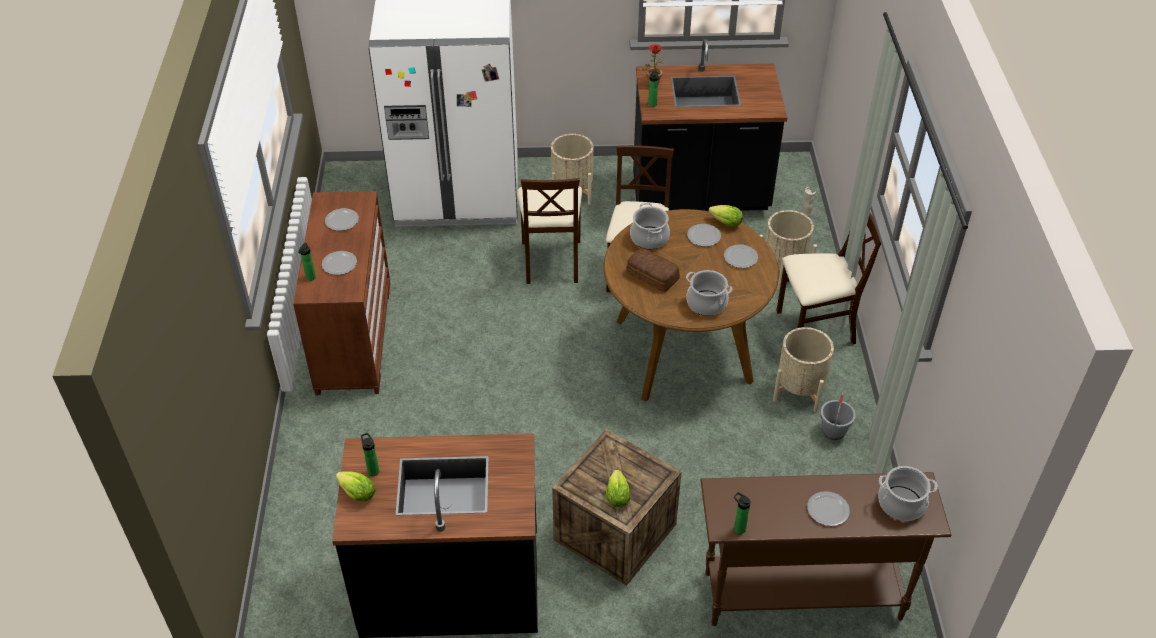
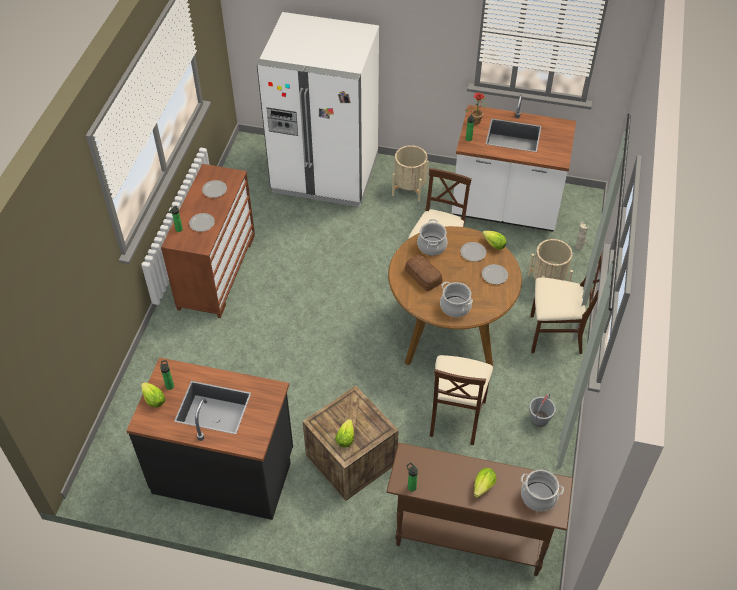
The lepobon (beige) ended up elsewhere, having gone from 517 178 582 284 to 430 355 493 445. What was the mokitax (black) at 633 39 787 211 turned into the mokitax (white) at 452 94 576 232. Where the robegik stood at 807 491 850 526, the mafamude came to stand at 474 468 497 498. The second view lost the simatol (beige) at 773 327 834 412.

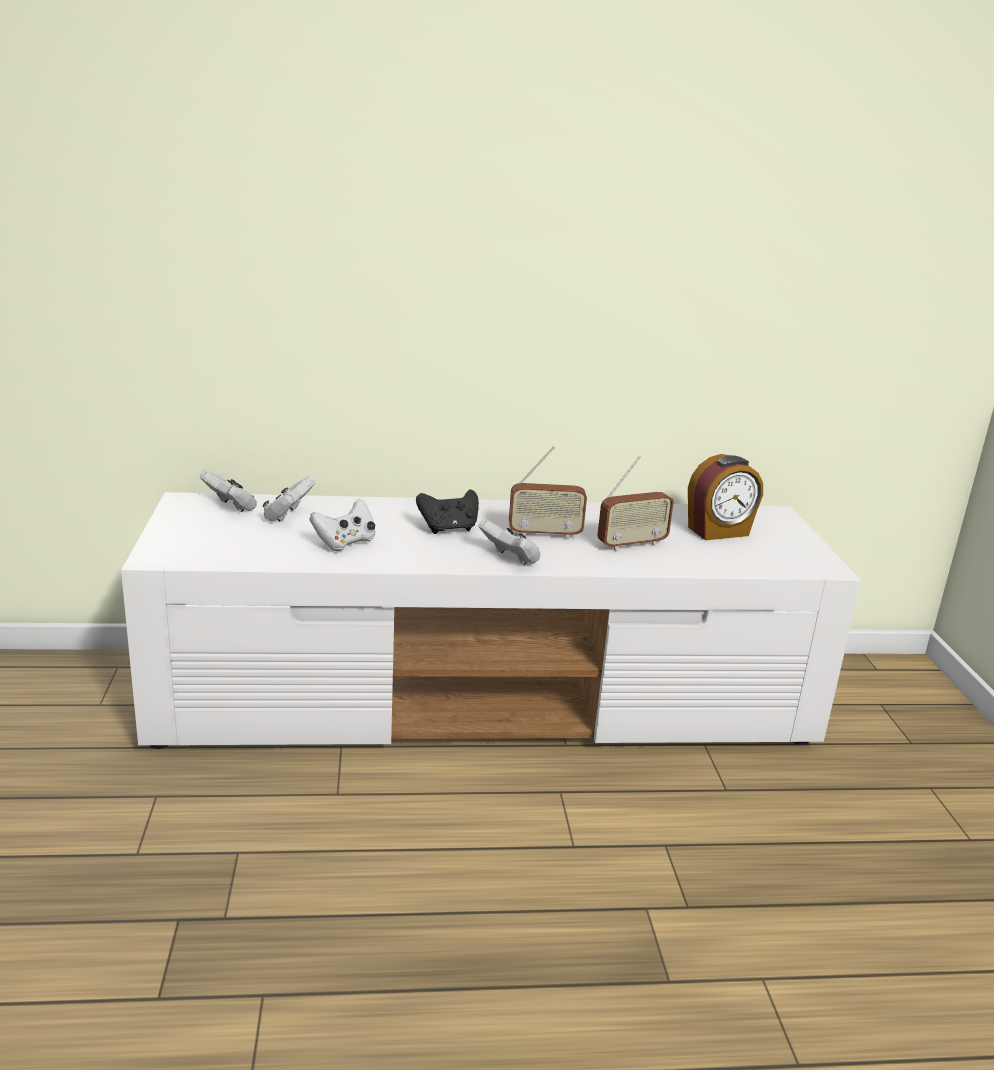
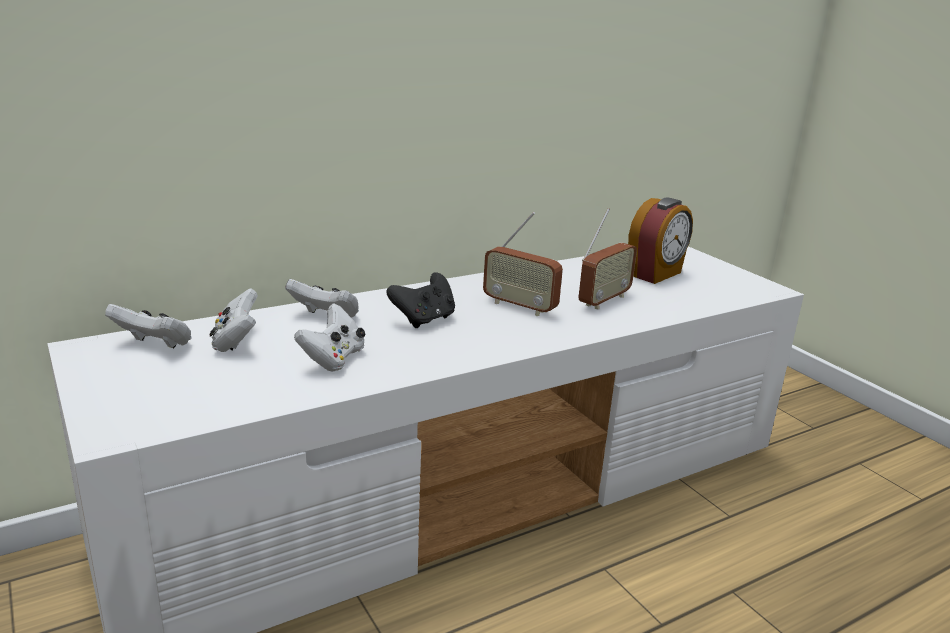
The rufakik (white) ended up elsewhere, having gone from 478 518 541 565 to 285 279 359 318. The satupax at 509 446 587 540 ended up facing another way, 60 degrees clockwise from before.

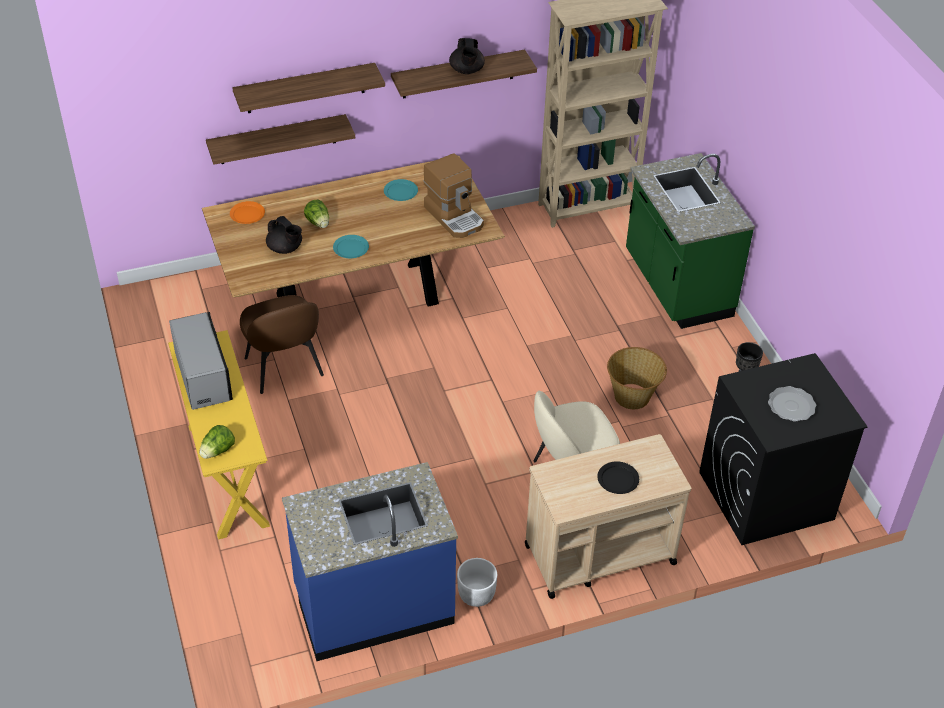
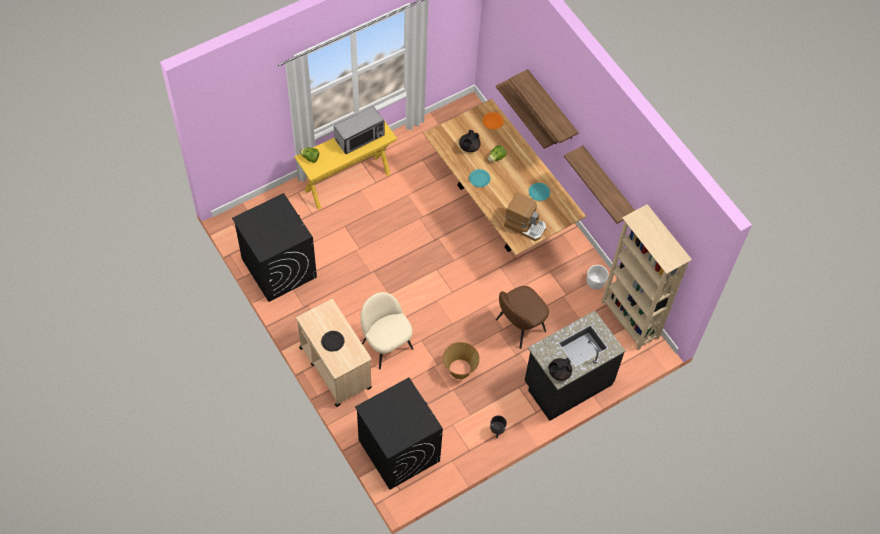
Where the mokitax (blue) stood at 282 462 458 661, the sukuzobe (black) came to stand at 232 193 317 302. The lepobon (brown) ended up elsewhere, having gone from 240 295 324 394 to 496 286 549 349. The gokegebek at 423 153 484 238 ended up facing another way, 105 degrees counterclockwise from before. What was the mokitax (green) at 626 153 755 329 turned into the mokitax (black) at 525 311 625 421. The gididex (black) ended up elsewhere, having gone from 449 38 485 74 to 548 358 572 381. The simatol (white) ended up elsewhere, having gone from 457 558 497 607 to 587 265 609 290. The second view lost the robegik at 768 386 816 422.

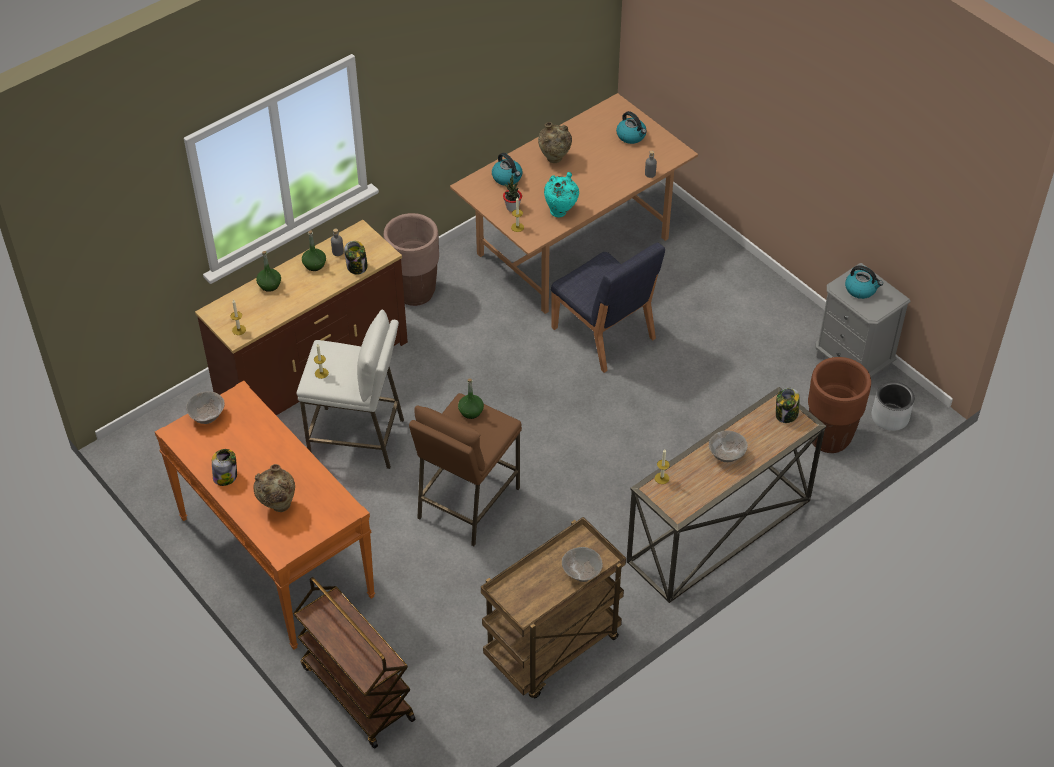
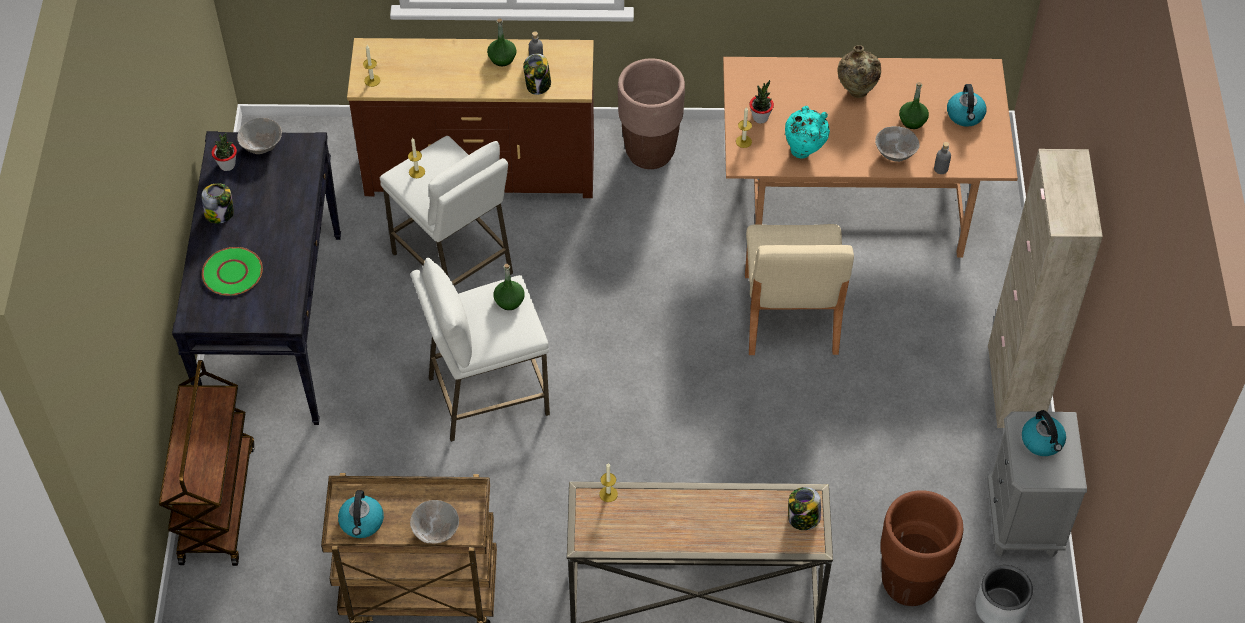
What was the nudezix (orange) at 155 381 375 650 turned into the nudezix (black) at 172 131 341 425. Where the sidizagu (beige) stood at 253 464 295 512, the robegik (green) came to stand at 202 247 263 296. The second view gained the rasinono at 212 133 237 171. The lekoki ended up elsewhere, having gone from 492 153 522 186 to 338 490 384 538. What was the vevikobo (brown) at 409 393 522 547 turned into the vevikobo (white) at 411 258 550 442. What was the lepobon (blue) at 551 243 665 373 turned into the lepobon (beige) at 745 224 854 355. The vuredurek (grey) ended up elsewhere, having gone from 709 430 748 462 to 875 126 920 162. The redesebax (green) ended up elsewhere, having gone from 256 251 281 292 to 899 82 929 129. The second view gained the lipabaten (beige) at 988 149 1103 428.

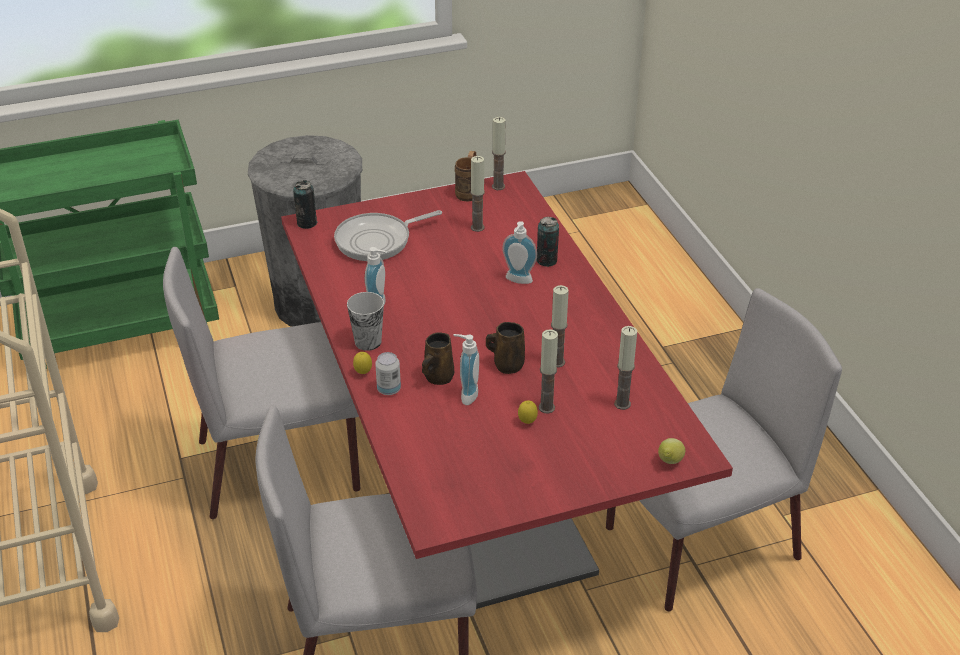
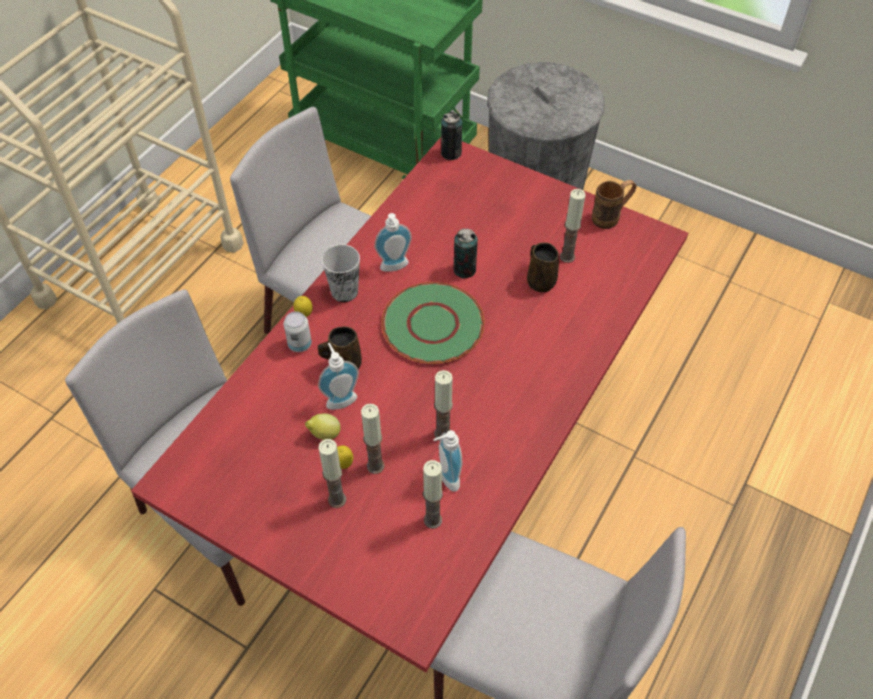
The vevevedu ended up elsewhere, having gone from 658 438 685 464 to 305 413 341 440. The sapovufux ended up elsewhere, having gone from 492 117 506 190 to 318 439 346 508. The second view gained the robegik (green) at 382 282 484 364. The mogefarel ended up elsewhere, having gone from 502 221 537 284 to 433 430 462 492. The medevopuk ended up elsewhere, having gone from 536 217 559 267 to 453 228 478 278. The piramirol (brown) ended up elsewhere, having gone from 486 322 525 374 to 527 243 559 292. The second view lost the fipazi at 334 210 442 261.

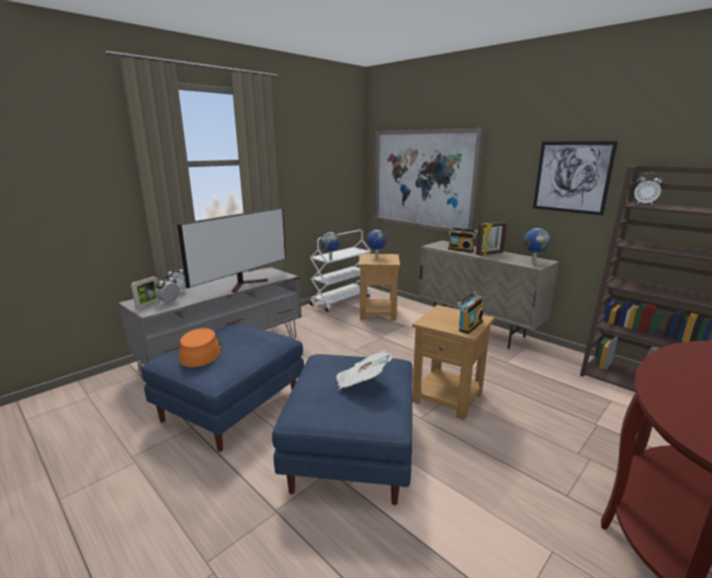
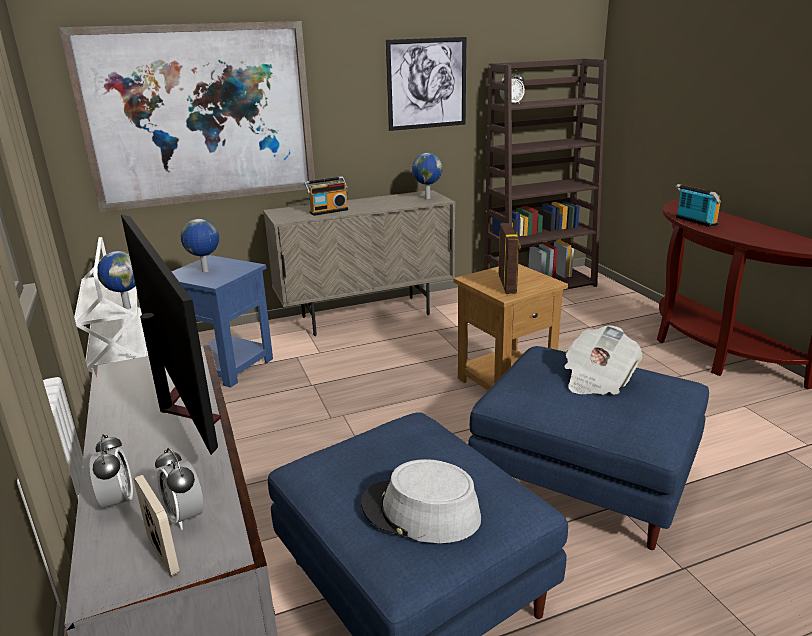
What was the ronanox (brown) at 358 254 400 321 turned into the ronanox (blue) at 171 255 273 388. What was the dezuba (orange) at 179 328 223 367 turned into the dezuba (grey) at 361 459 481 543. The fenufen ended up elsewhere, having gone from 476 222 507 256 to 498 223 521 294. The satupax ended up elsewhere, having gone from 457 291 484 334 to 676 184 721 227.

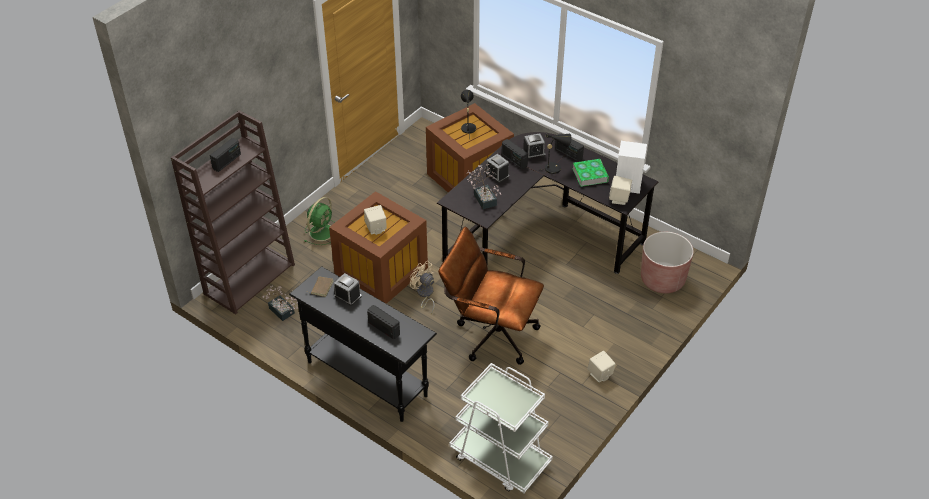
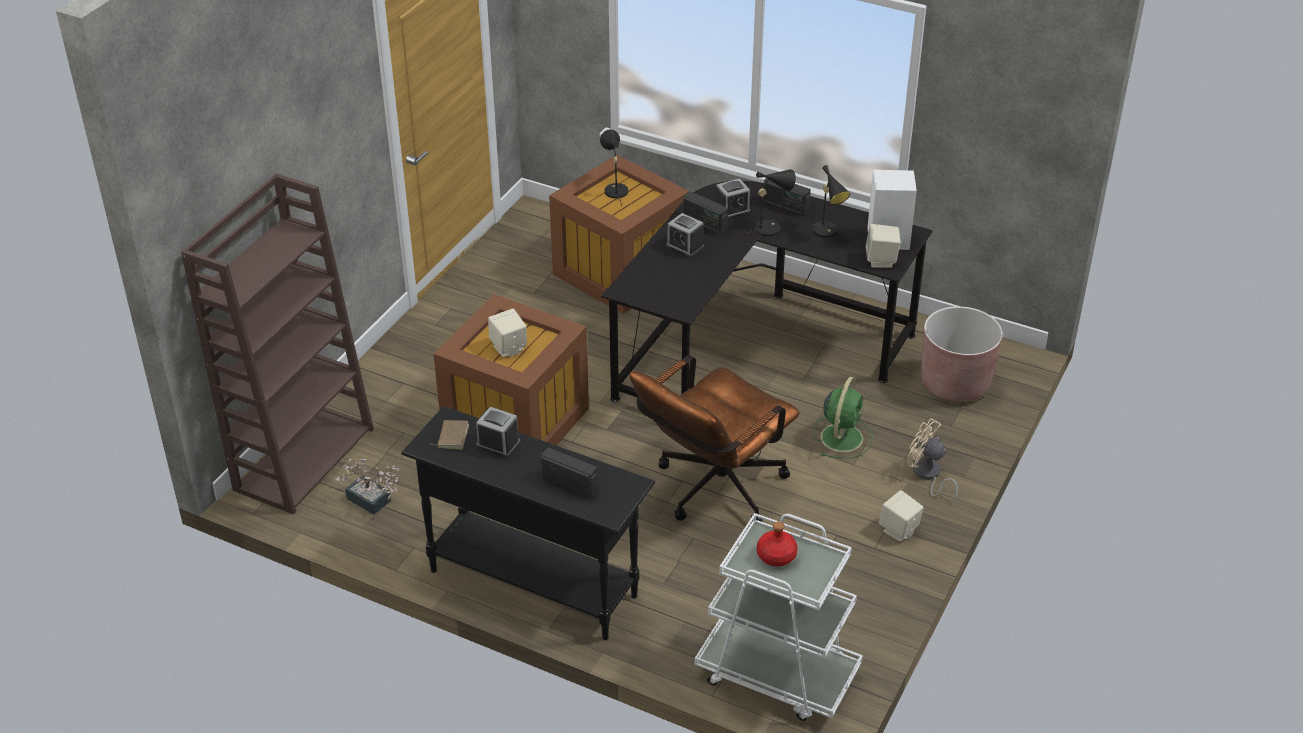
The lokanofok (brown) at 438 227 544 365 ended up facing another way, 60 degrees counterclockwise from before. The second view gained the redesebax (red) at 757 521 798 567. Where the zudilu stood at 572 159 609 187, the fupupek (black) came to stand at 812 165 850 238. The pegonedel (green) ended up elsewhere, having gone from 305 197 334 245 to 813 377 873 458. The pegonedel (beige) ended up elsewhere, having gone from 410 261 435 314 to 907 418 958 504. The second view lost the satupax at 210 138 241 172. The second view lost the rasinono at 467 164 501 209.

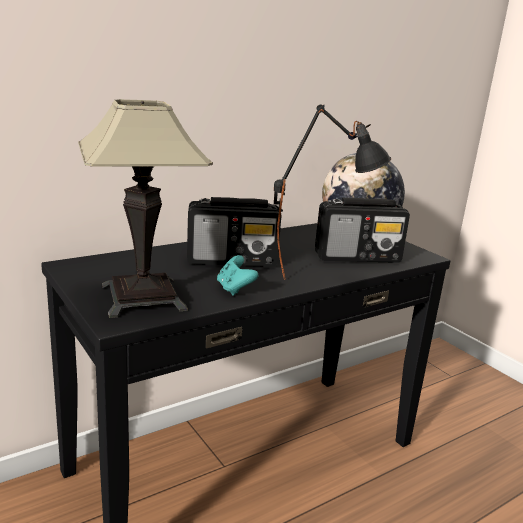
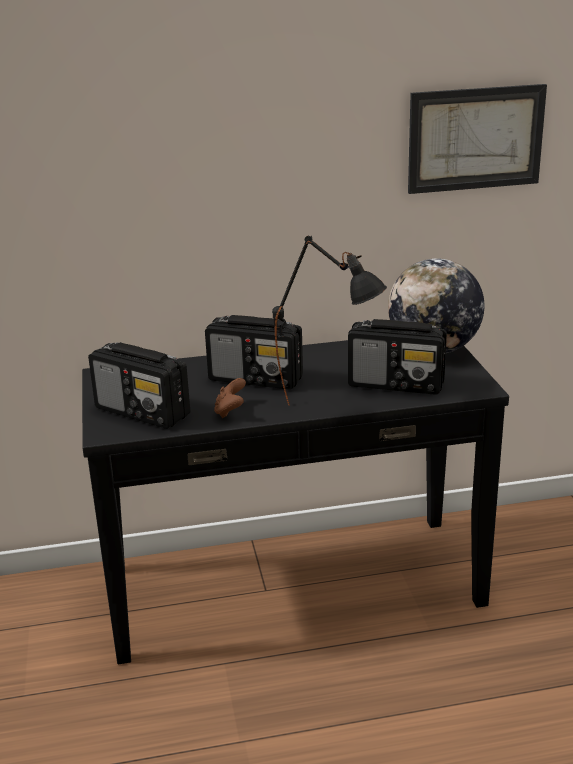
Where the fupupek stood at 78 99 213 318, the satupax came to stand at 88 342 190 429. What was the rufakik (turquoise) at 217 255 258 296 turned into the rufakik (brown) at 214 378 246 418. The second view gained the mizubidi at 408 84 547 194.

